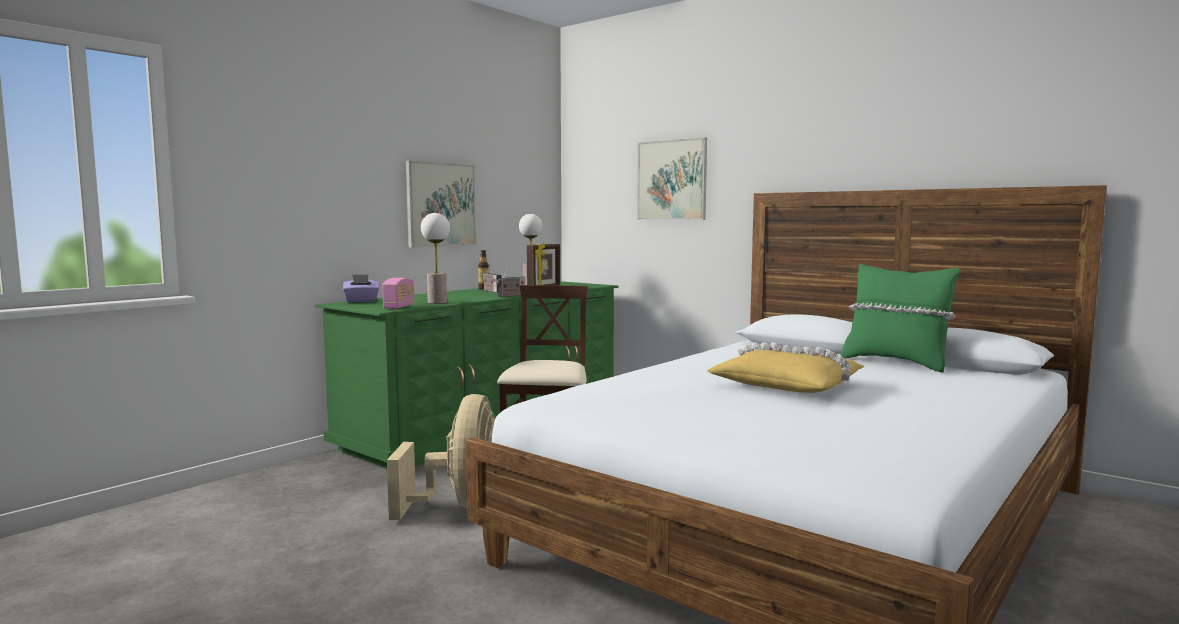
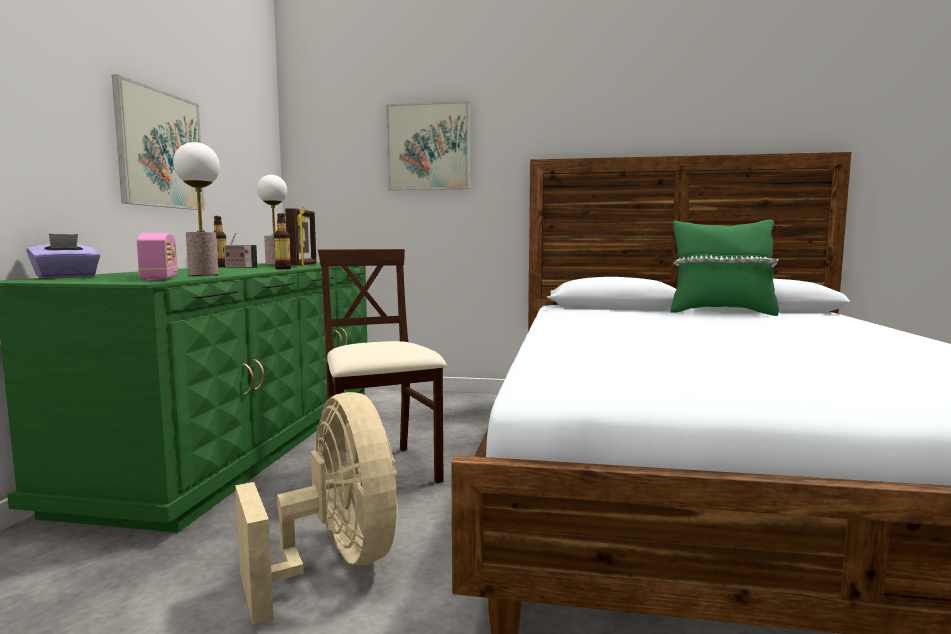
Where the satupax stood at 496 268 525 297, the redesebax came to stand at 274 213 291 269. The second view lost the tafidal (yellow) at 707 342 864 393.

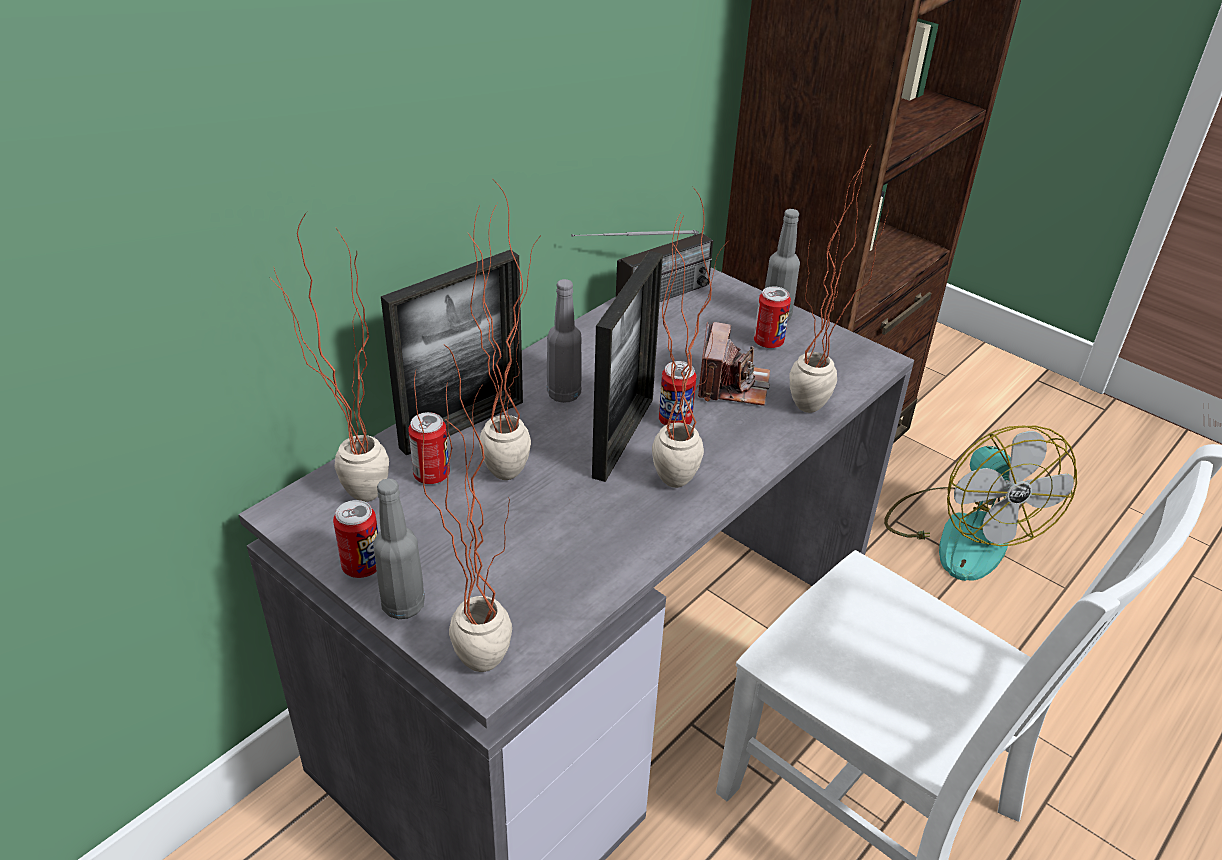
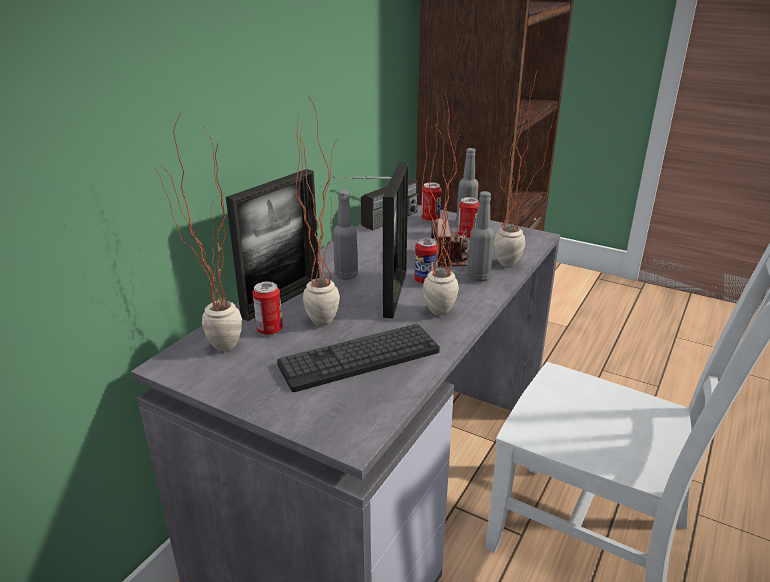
The second view gained the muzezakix at 277 324 440 392. The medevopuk ended up elsewhere, having gone from 333 500 378 578 to 421 182 441 222. The redesebax (grey) ended up elsewhere, having gone from 373 478 425 619 to 467 191 494 282. The second view lost the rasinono at 414 344 512 672. The second view lost the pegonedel at 884 425 1077 581.

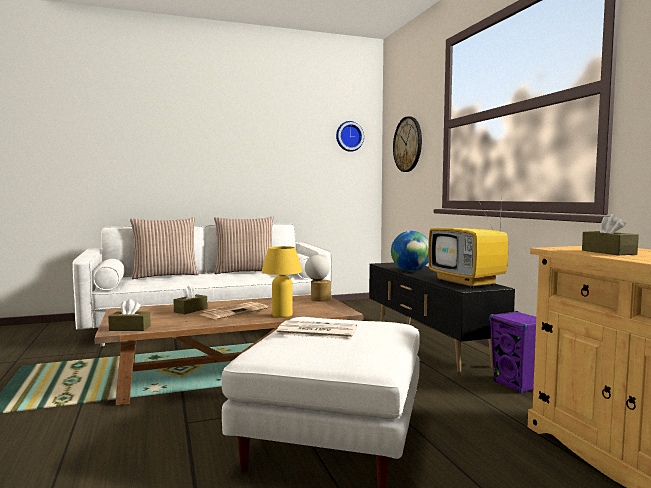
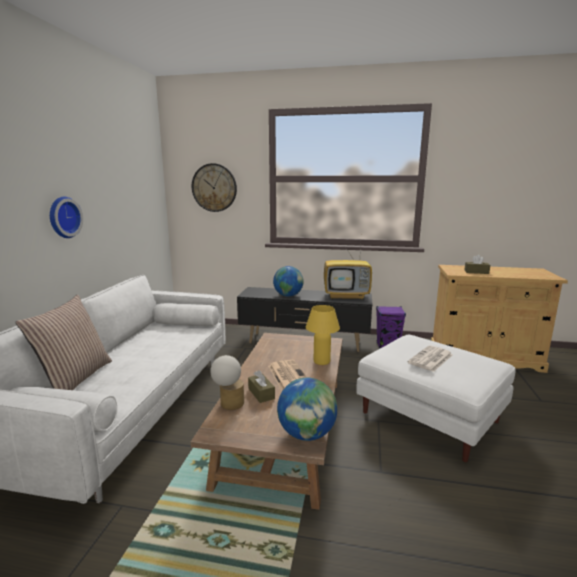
The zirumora ended up elsewhere, having gone from 336 121 364 152 to 50 197 83 238. The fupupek ended up elsewhere, having gone from 305 255 331 302 to 210 355 244 410. Where the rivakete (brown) stood at 108 299 151 331, the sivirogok came to stand at 277 377 337 441. The second view lost the tafidal at 214 217 274 274.

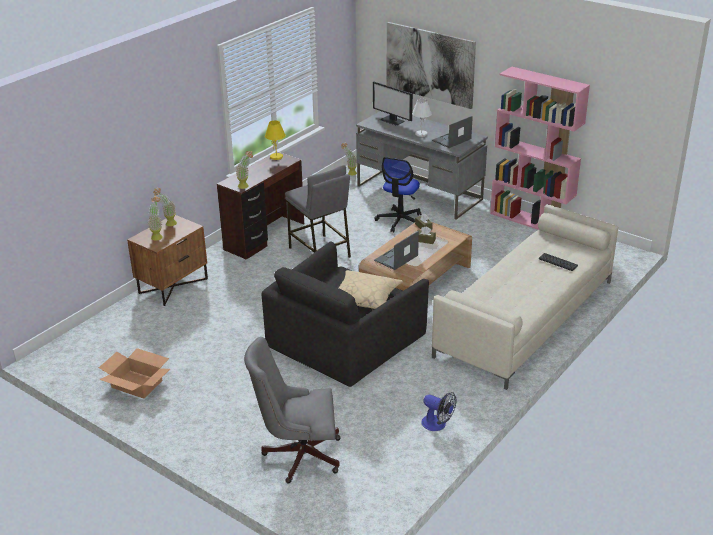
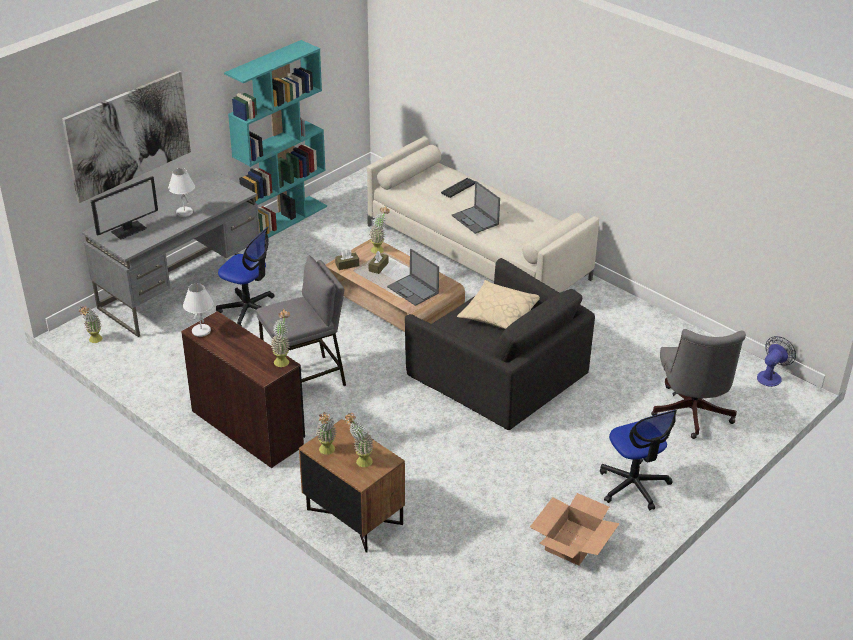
What was the fupupek (yellow) at 265 120 286 160 turned into the fupupek (white) at 183 283 214 337. What was the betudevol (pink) at 490 67 590 230 turned into the betudevol (turquoise) at 224 40 327 238. The second view gained the rasinono at 369 206 390 254. The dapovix ended up elsewhere, having gone from 432 116 473 148 to 452 181 500 234. The second view gained the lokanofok at 600 410 677 510. The pegonedel ended up elsewhere, having gone from 421 392 457 431 to 757 336 796 387.

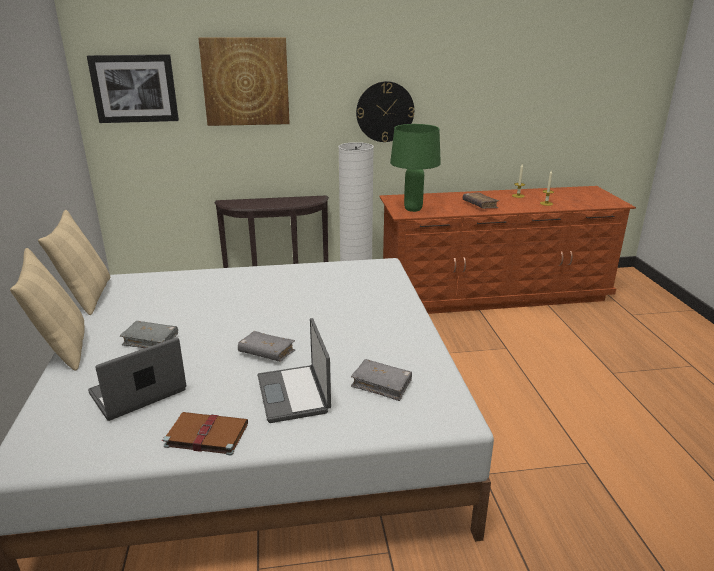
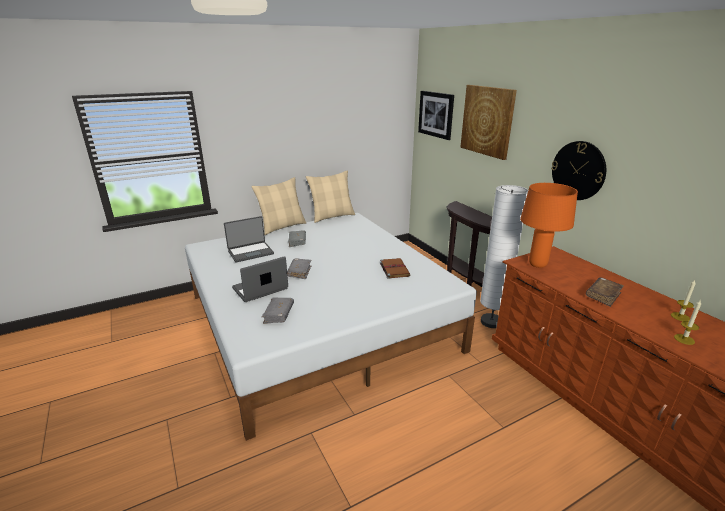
The dapovix at 88 337 186 421 ended up facing another way, 120 degrees clockwise from before. The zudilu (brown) ended up elsewhere, having gone from 161 412 248 455 to 380 258 410 279. What was the fupupek (green) at 390 124 441 212 turned into the fupupek (orange) at 520 183 578 268.

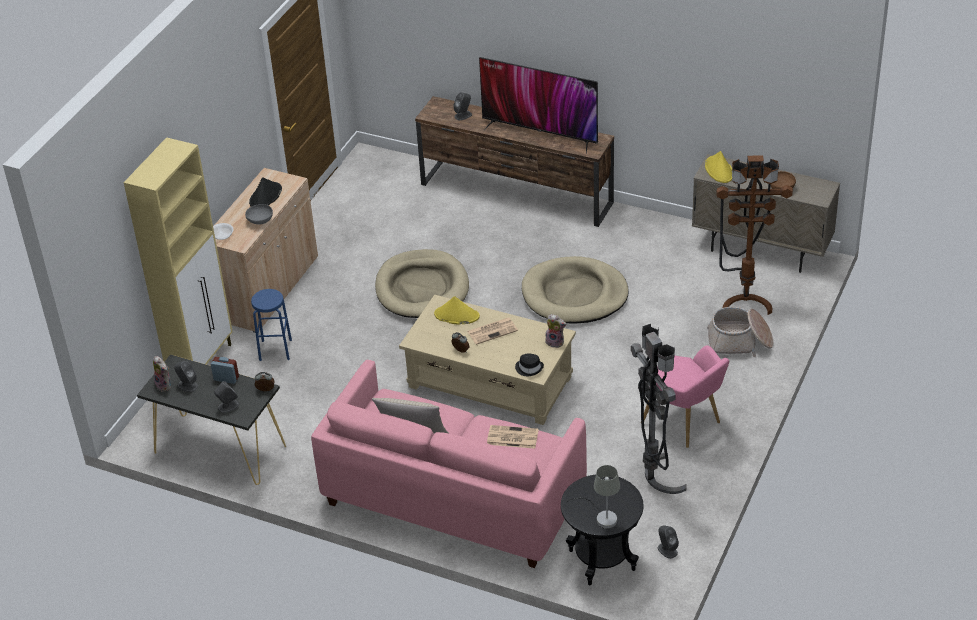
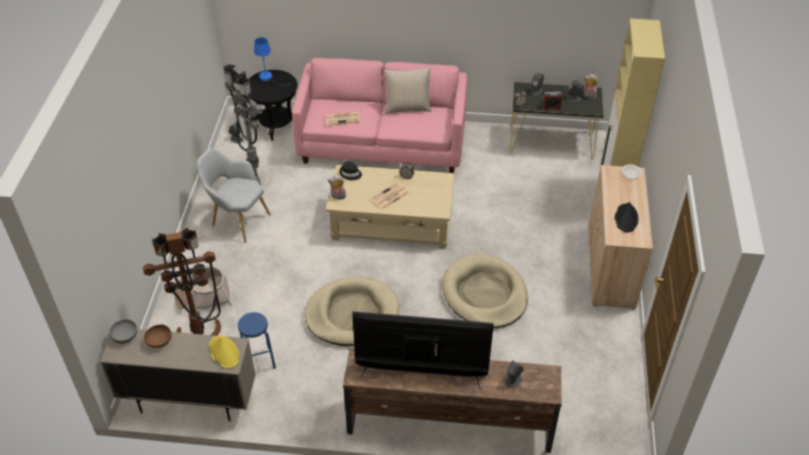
The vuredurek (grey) ended up elsewhere, having gone from 245 204 273 225 to 110 319 137 344. What was the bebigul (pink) at 644 345 729 448 turned into the bebigul (grey) at 196 148 271 243. The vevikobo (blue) ended up elsewhere, having gone from 251 289 292 361 to 238 312 276 369. What was the fupupek (grey) at 566 465 620 529 turned into the fupupek (blue) at 254 37 293 86. The second view lost the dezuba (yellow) at 434 296 480 325.

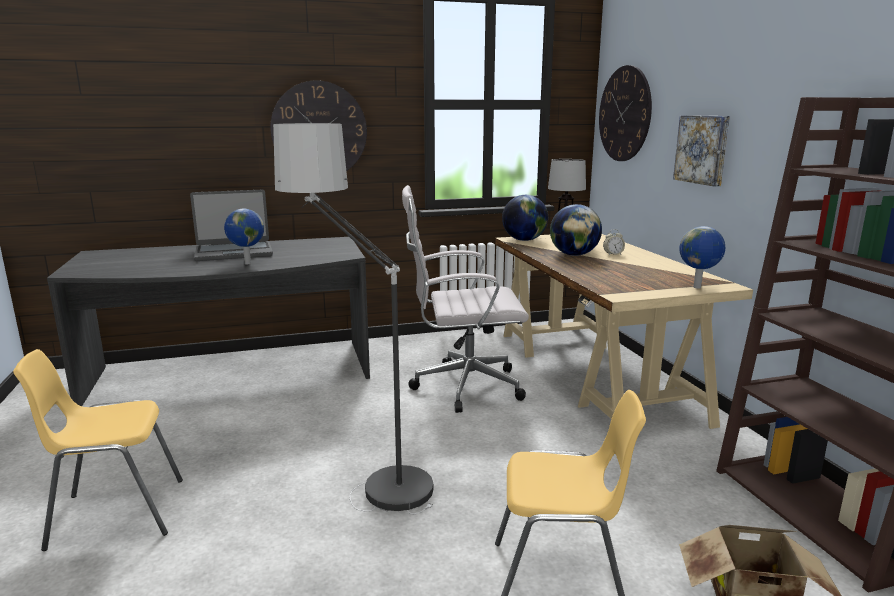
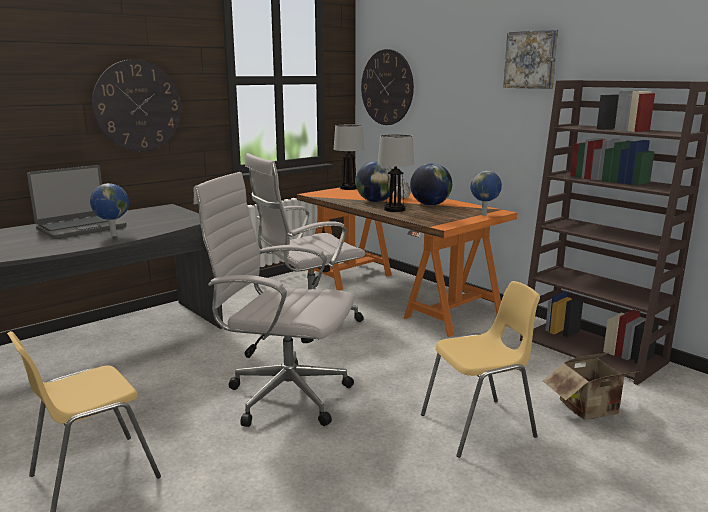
Where the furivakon stood at 273 123 433 514, the lokanofok (white) came to stand at 193 172 354 427. What was the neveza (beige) at 495 234 753 429 turned into the neveza (orange) at 297 188 517 337. The second view gained the fupupek at 377 134 414 212. The sivirogok ended up elsewhere, having gone from 502 195 548 241 to 410 163 452 206. The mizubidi ended up elsewhere, having gone from 673 115 730 186 to 503 29 558 89.

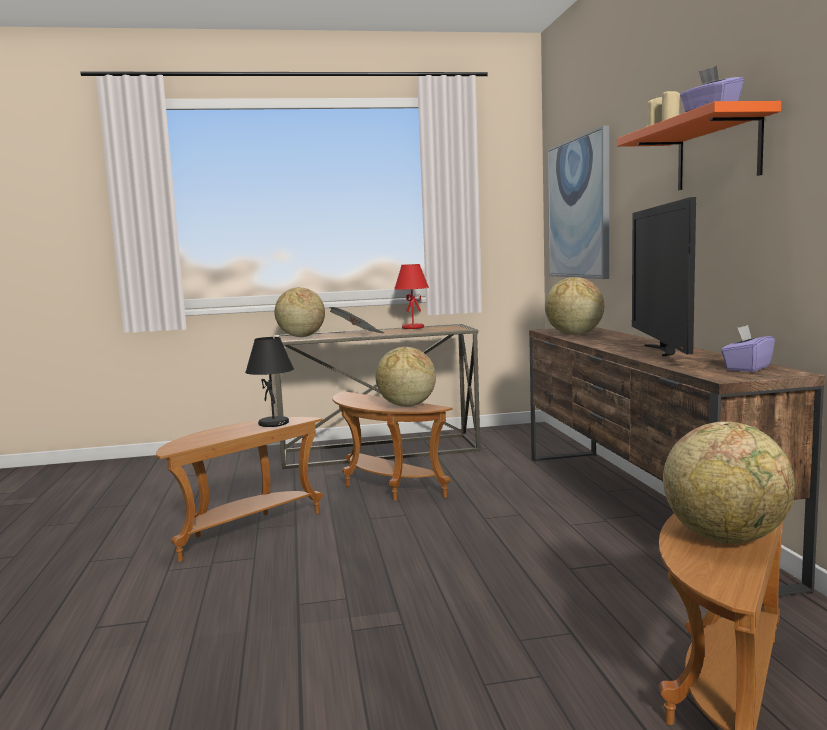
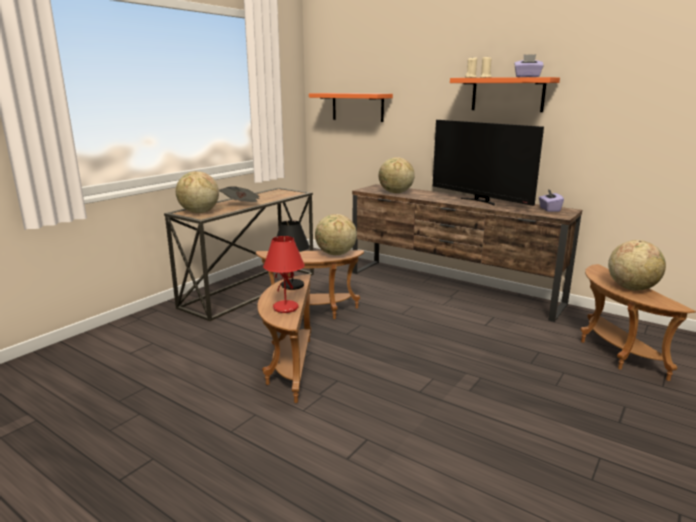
The fupupek (red) ended up elsewhere, having gone from 394 264 429 329 to 263 236 305 313. Where the mizubidi hung at 548 125 609 279, the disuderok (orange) came to hang at 309 93 393 122.

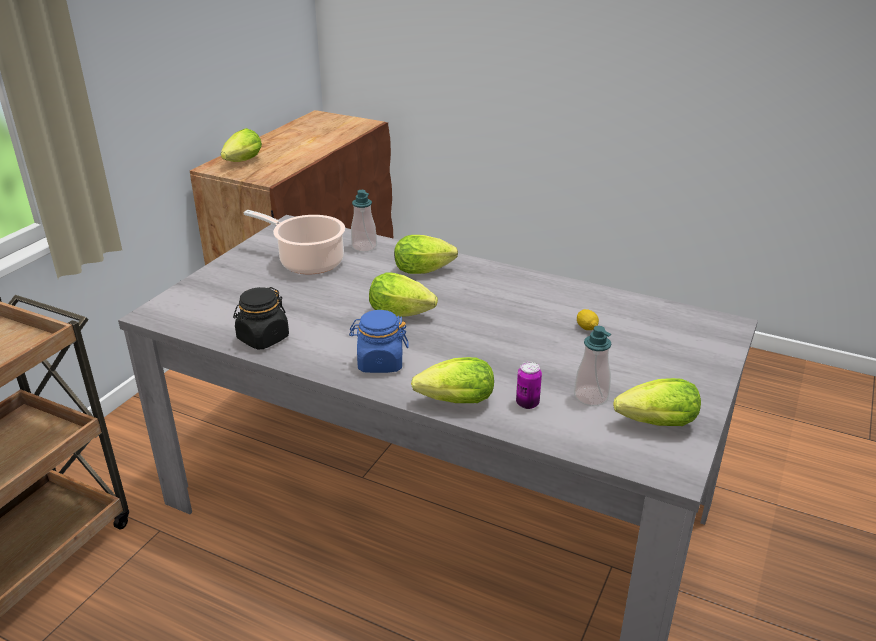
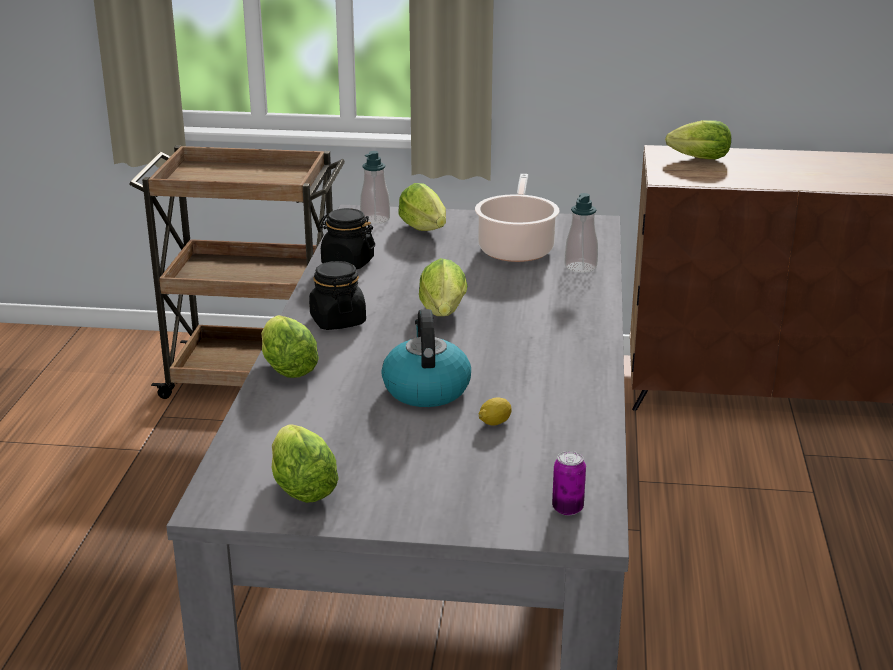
What was the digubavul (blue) at 349 310 409 373 turned into the digubavul (black) at 309 261 366 330. The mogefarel ended up elsewhere, having gone from 574 326 612 406 to 360 151 390 224. The second view gained the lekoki at 381 309 471 407. The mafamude ended up elsewhere, having gone from 394 235 458 274 to 398 183 446 231. The medevopuk ended up elsewhere, having gone from 516 362 542 409 to 552 451 586 515.

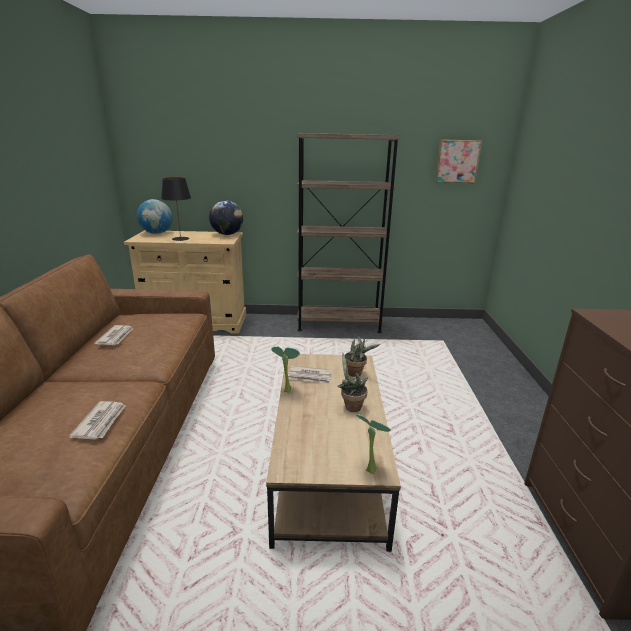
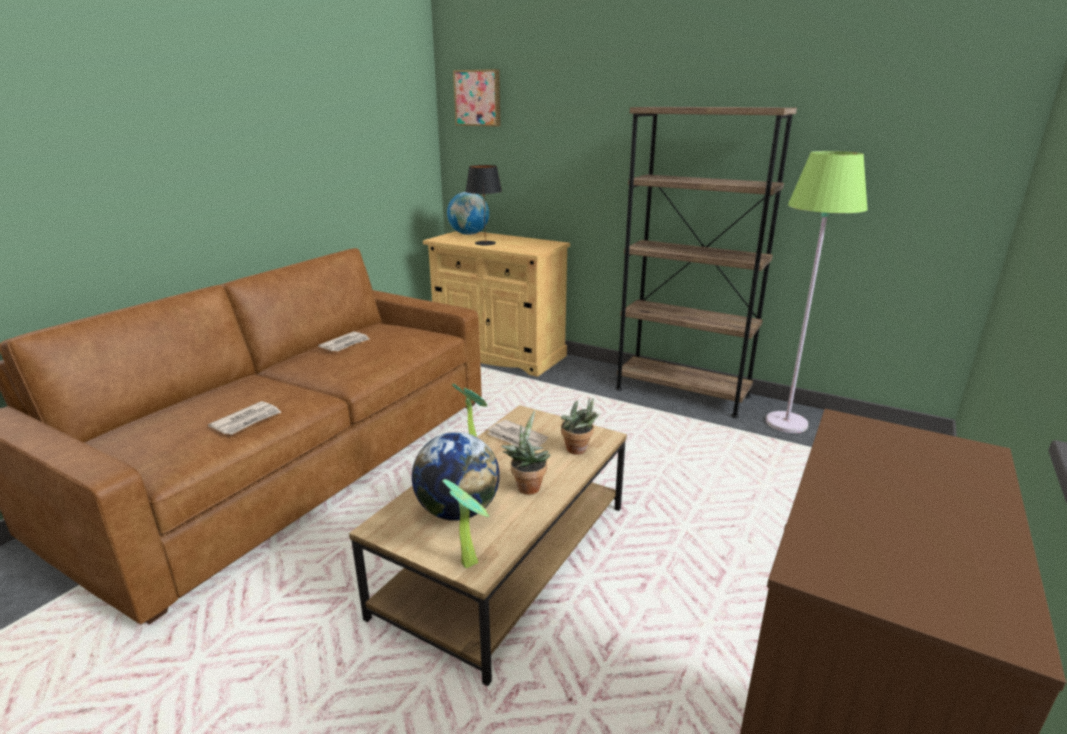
The sivirogok ended up elsewhere, having gone from 209 201 243 235 to 412 432 500 521. The mizubidi ended up elsewhere, having gone from 435 140 482 183 to 453 69 500 127. The second view gained the furivakon (green) at 766 151 867 433.

